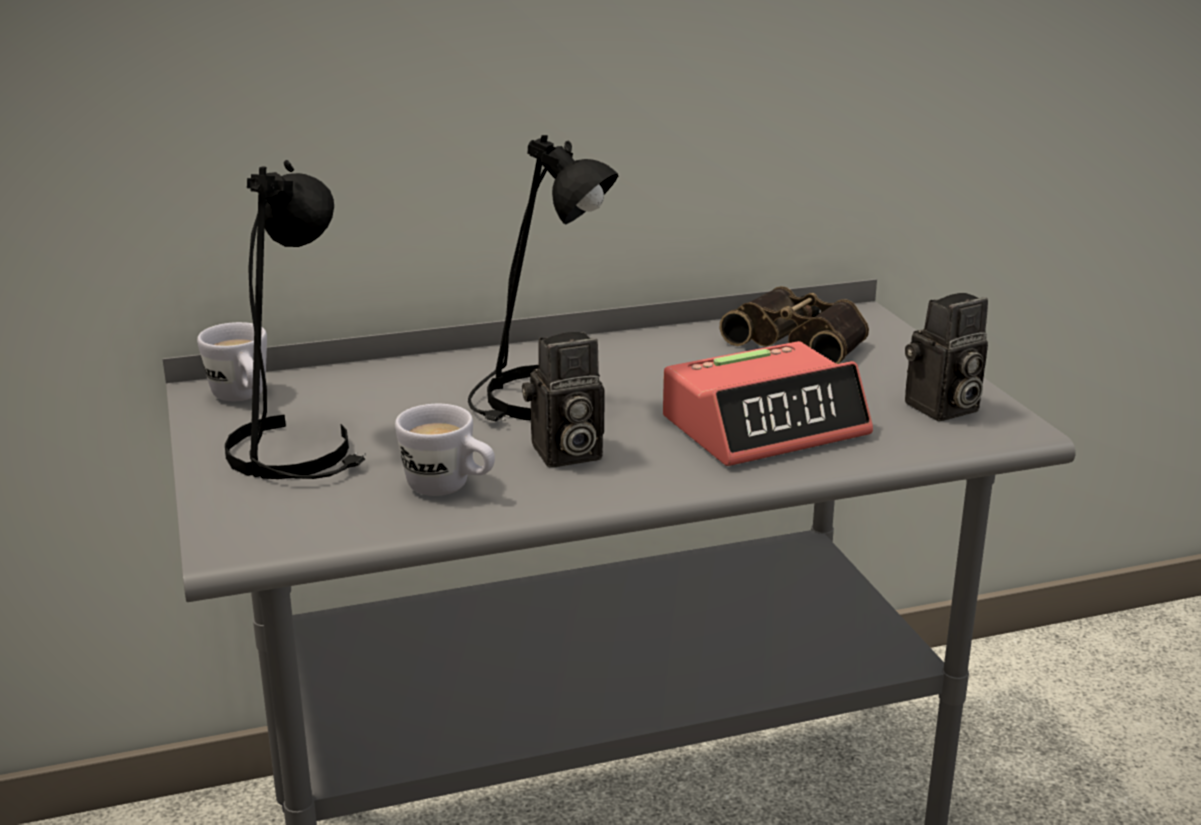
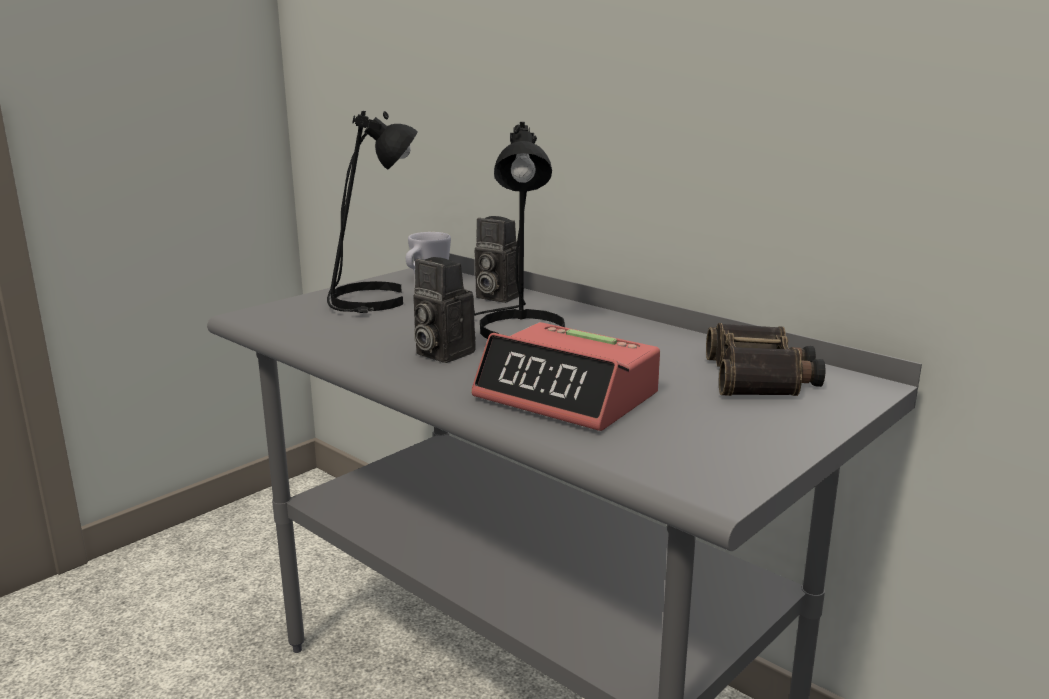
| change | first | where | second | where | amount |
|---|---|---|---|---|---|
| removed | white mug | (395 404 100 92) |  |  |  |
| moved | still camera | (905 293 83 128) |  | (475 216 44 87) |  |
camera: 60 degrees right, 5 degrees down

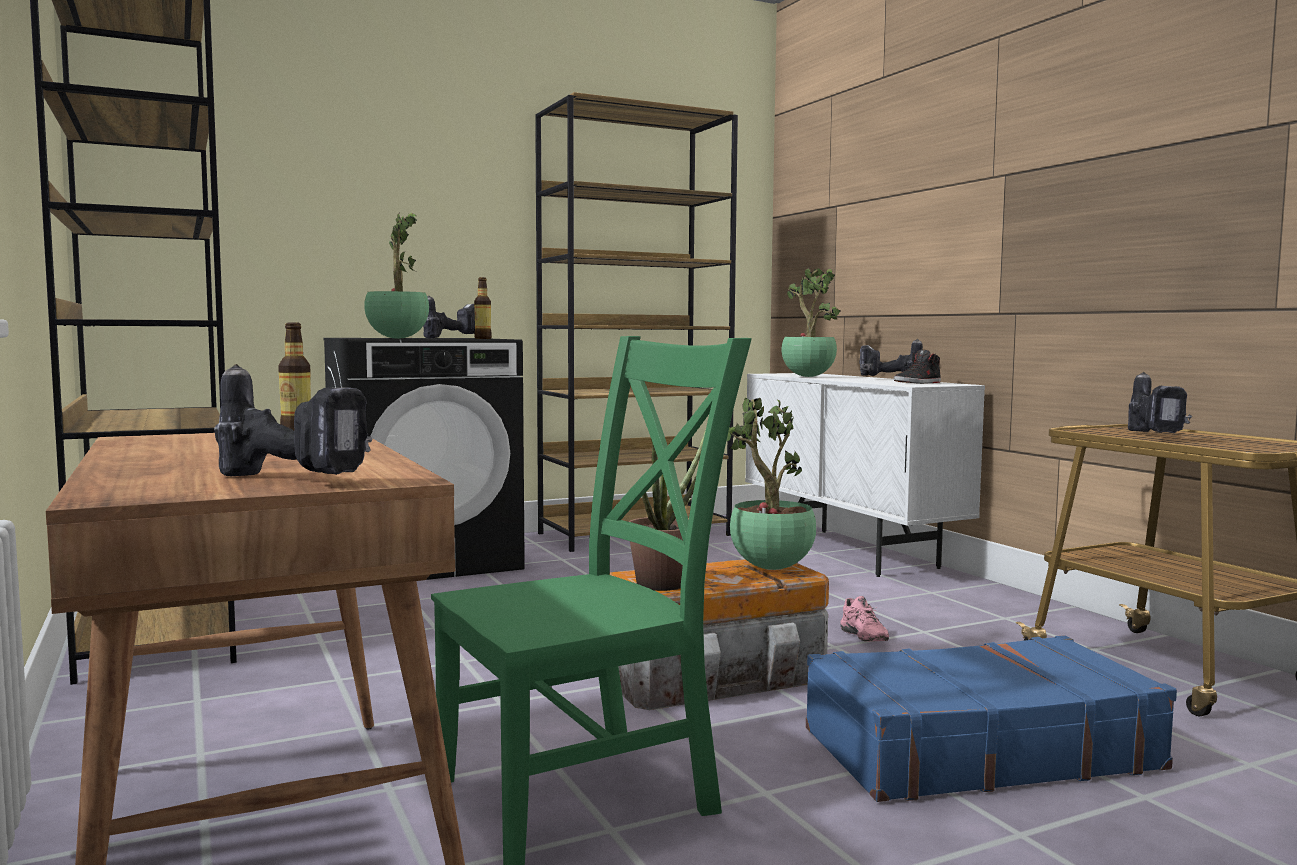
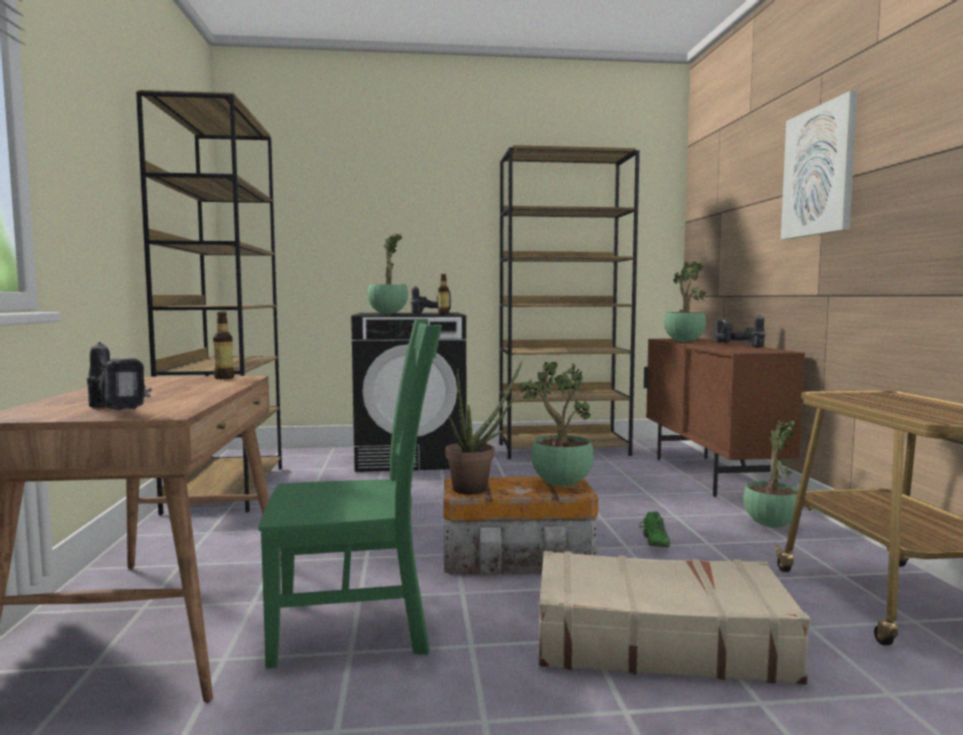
| change | first | where | second | where | amount |
|---|---|---|---|---|---|
| recoloured | white storage cabinet | (743 373 242 204) | brownish storage cabinet | (644 338 161 159) |  |
| recoloured | bluish travel case | (806 635 371 167) | beige-coloured travel case | (539 551 272 134) |  |
| recoloured | pink low shoe | (840 596 49 46) | greenish low shoe | (639 511 31 36) |  |
| removed | black-coloured low shoe | (894 349 47 35) |  |  |  |
| removed | power drill | (1128 372 64 61) |  |  |  |
| added |  |  | houseplant | (743 420 55 108) |  |
| added |  |  | picture | (781 91 77 149) |  |
camera: 20 degrees right, 0 degrees up

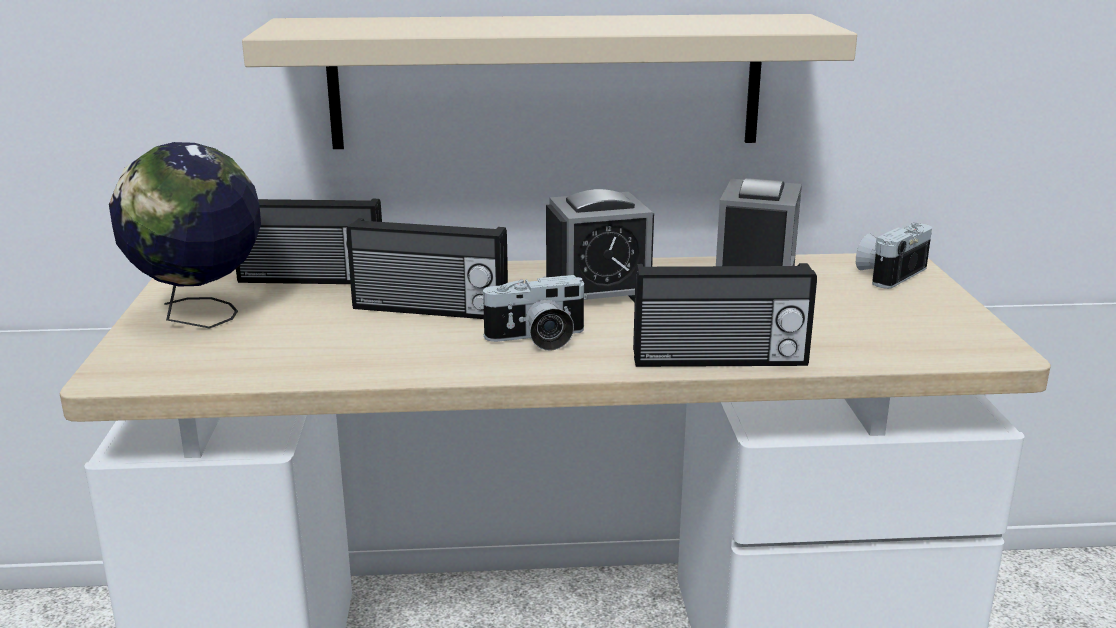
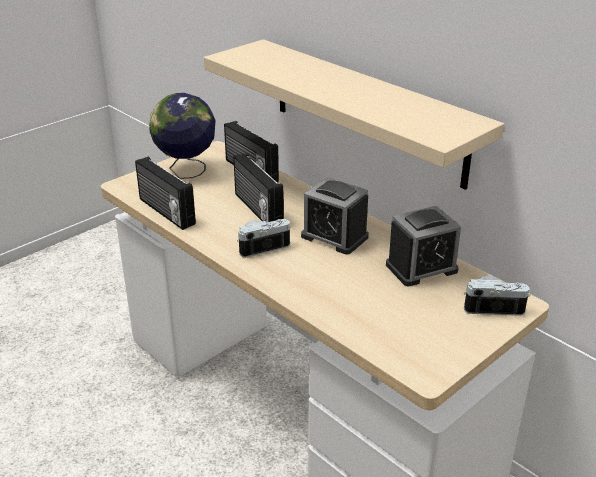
| change | first | where | second | where | amount |
|---|---|---|---|---|---|
| turned | still camera | (479 275 108 75) |  | (237 219 54 39) | 120 degrees clockwise |
| moved | radio receiver | (633 263 184 104) |  | (135 156 61 74) |  |
camera: 50 degrees right, 10 degrees up

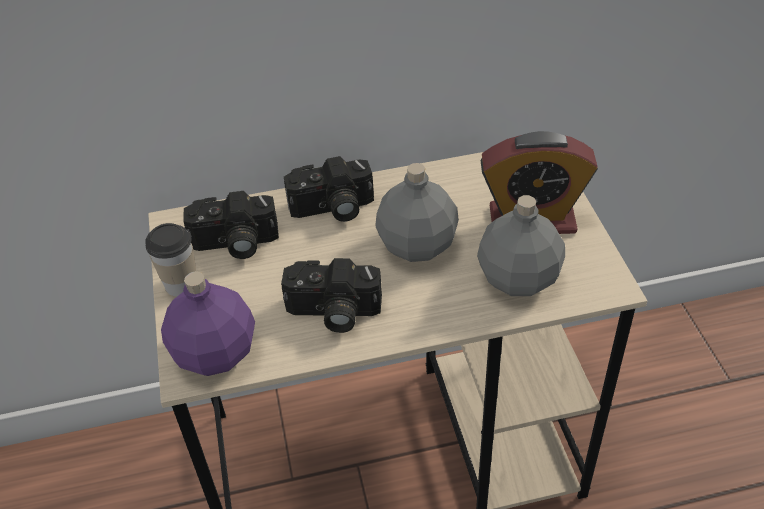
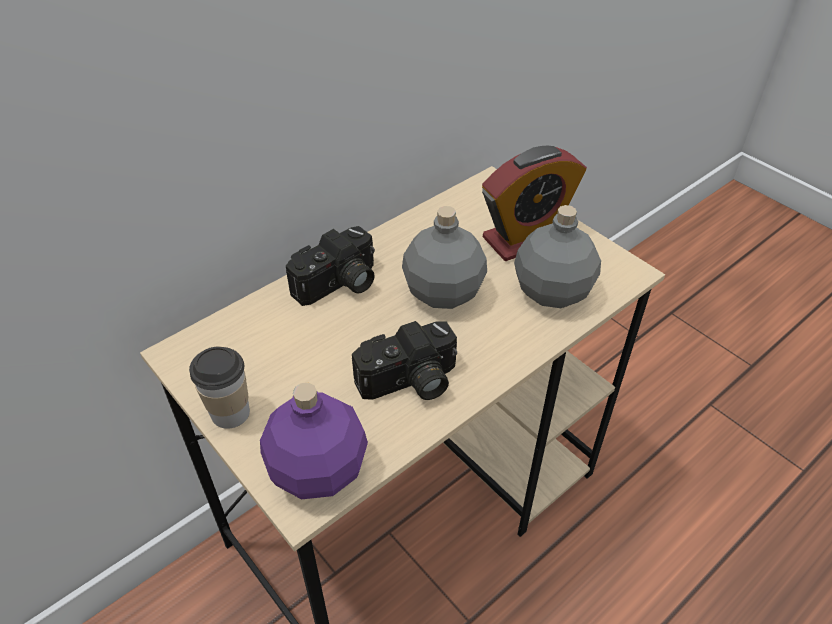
| change | first | where | second | where | amount |
|---|---|---|---|---|---|
| removed | still camera | (183 191 96 68) |  |  |  |
camera: 30 degrees left, 0 degrees up

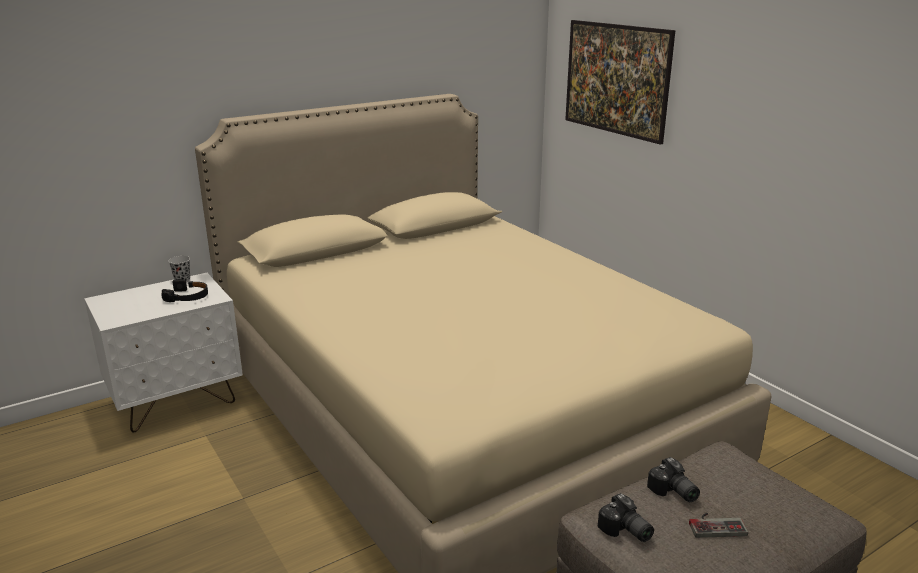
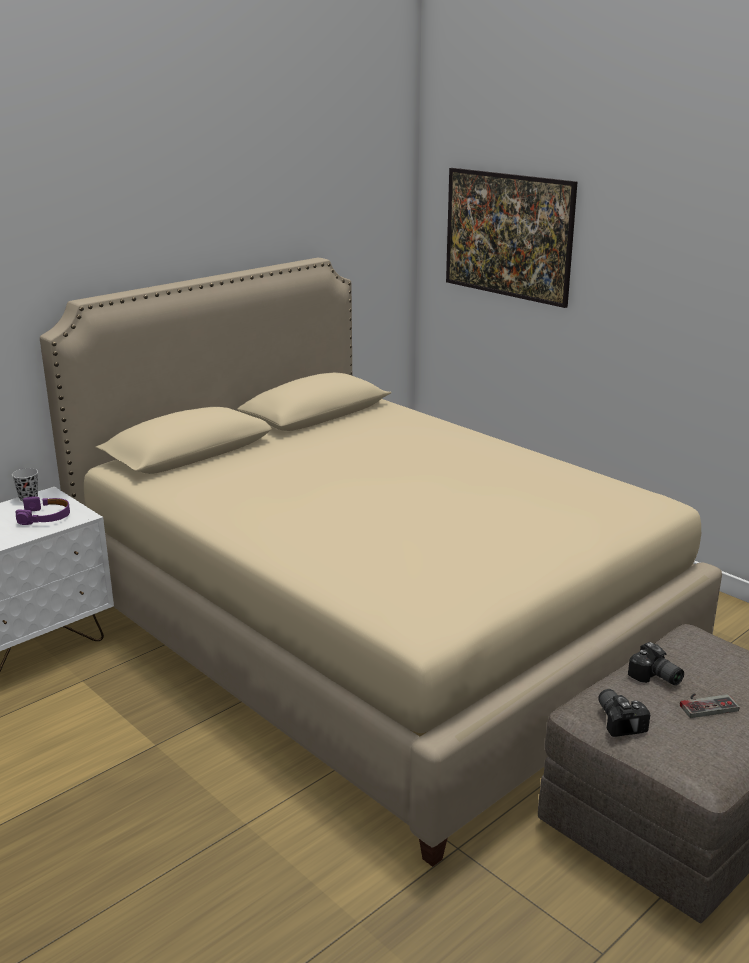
| change | first | where | second | where | amount |
|---|---|---|---|---|---|
| recoloured | black-coloured pair of headphones | (162 279 46 23) | purple pair of headphones | (15 496 55 29) |  |
| turned | still camera | (598 493 56 49) |  | (598 689 52 48) | 150 degrees counterclockwise |
camera: 10 degrees left, 0 degrees up

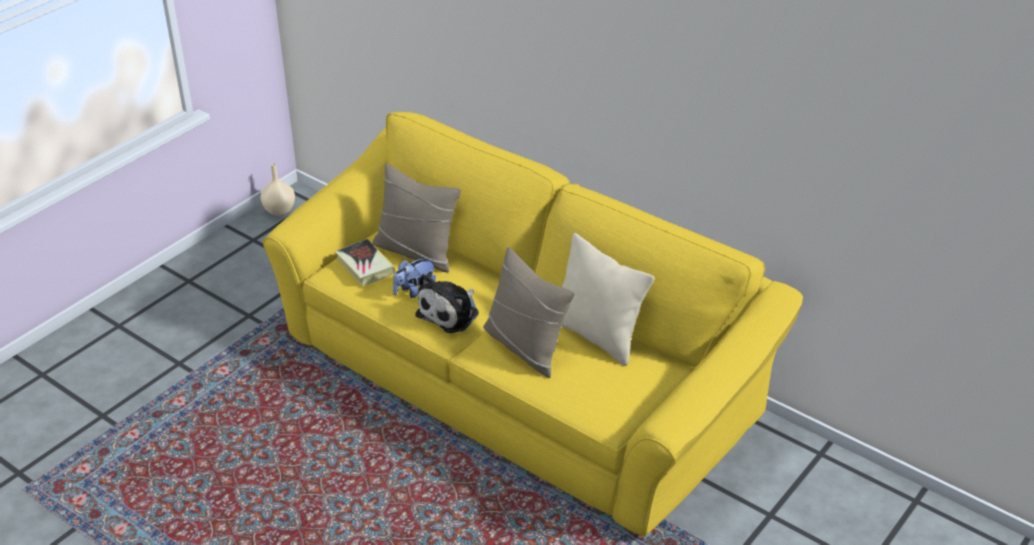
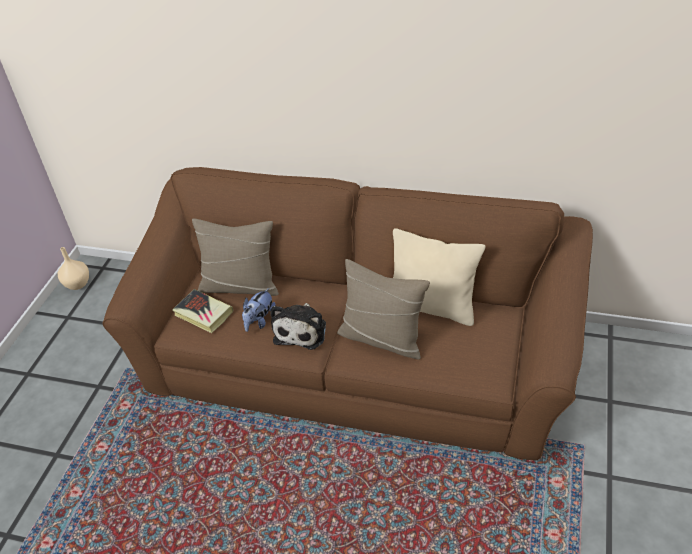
| change | first | where | second | where | amount |
|---|---|---|---|---|---|
| recoloured | yellow-coloured settee | (263 112 540 425) | brownish settee | (102 167 491 293) |  |
camera: 20 degrees left, 5 degrees up

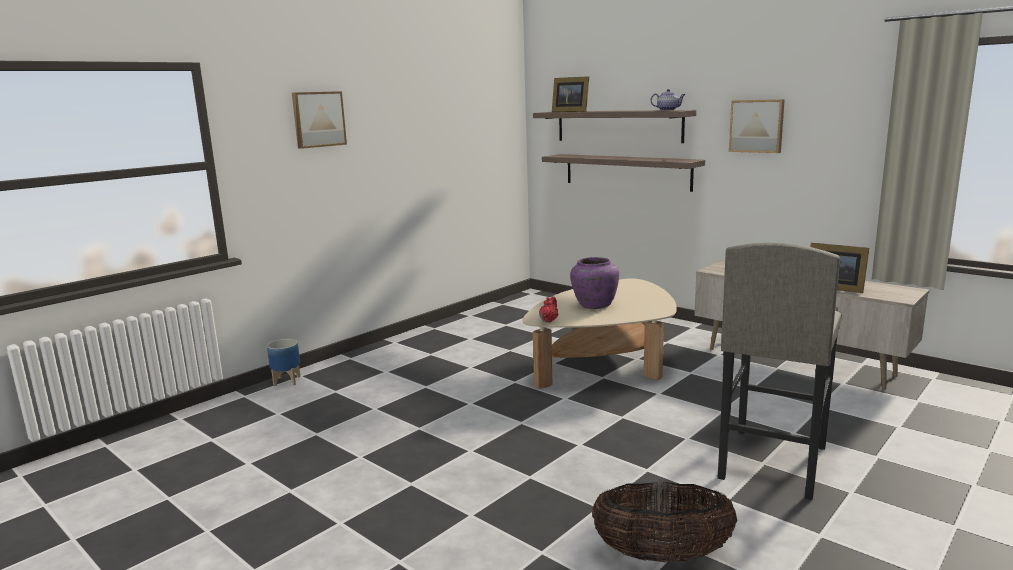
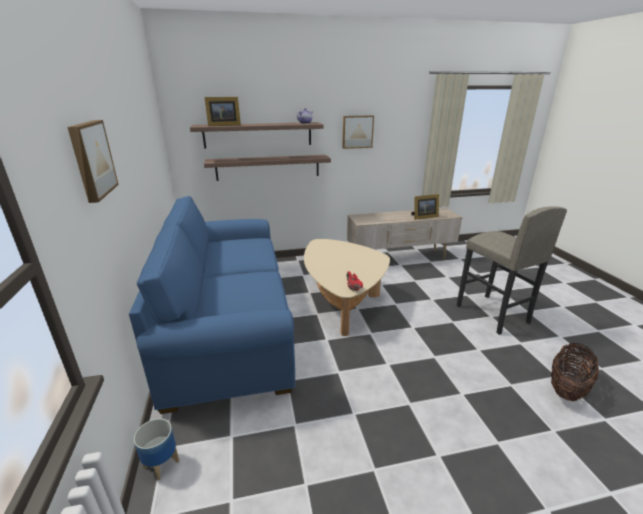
| change | first | where | second | where | amount |
|---|---|---|---|---|---|
| removed | purple vase | (570 257 49 52) |  |  |  |
| added |  |  | bluish settee | (129 196 166 218) |  |
camera: 55 degrees left, 10 degrees up

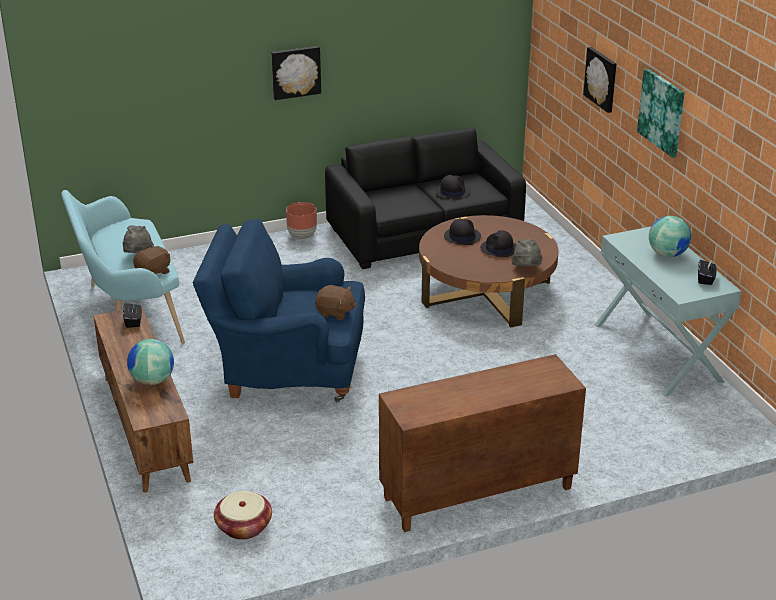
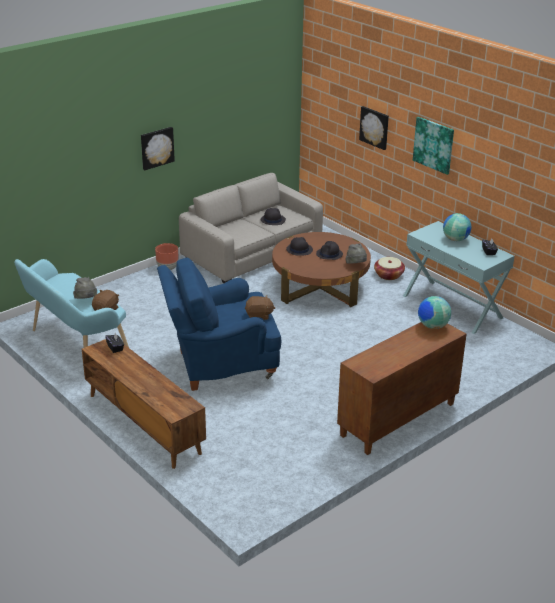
| change | first | where | second | where | amount |
|---|---|---|---|---|---|
| moved | globe | (127 339 47 46) |  | (418 296 33 33) |  |
| moved | household basket | (214 491 58 48) |  | (374 257 31 23) |  |
| recoloured | black-coloured settee | (325 128 201 141) | beige-coloured settee | (179 173 144 110) |  |
camera: 20 degrees left, 0 degrees up

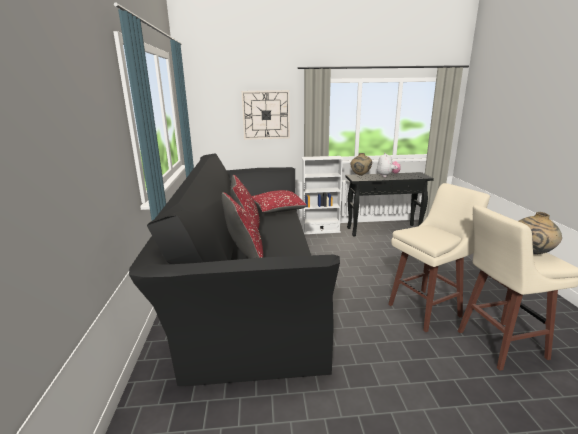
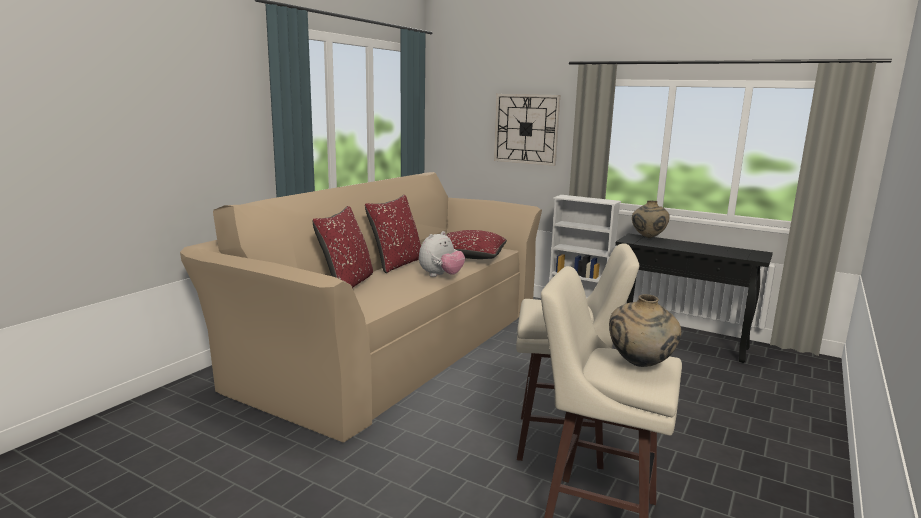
| change | first | where | second | where | amount |
|---|---|---|---|---|---|
| recoloured | black-coloured settee | (129 153 211 233) | beige-coloured settee | (180 172 362 271) |  |
| moved | soft toy | (377 153 24 24) |  | (419 231 46 46) |  |
camera: 35 degrees right, 5 degrees down

